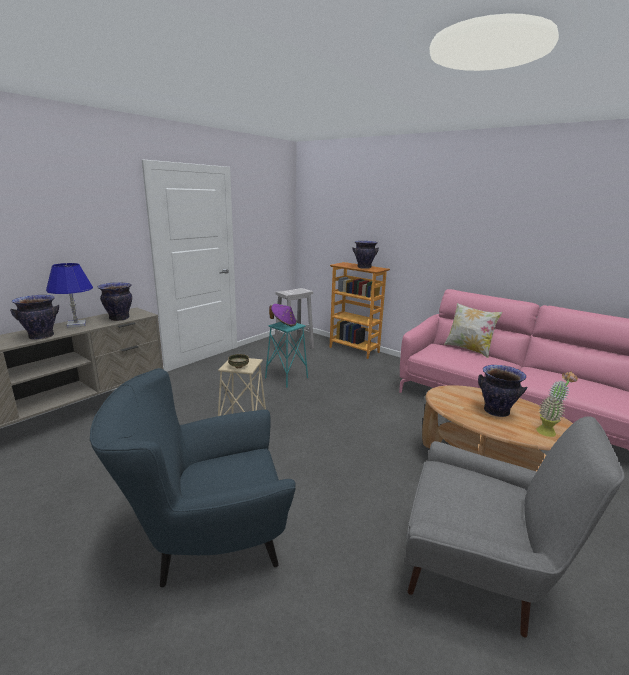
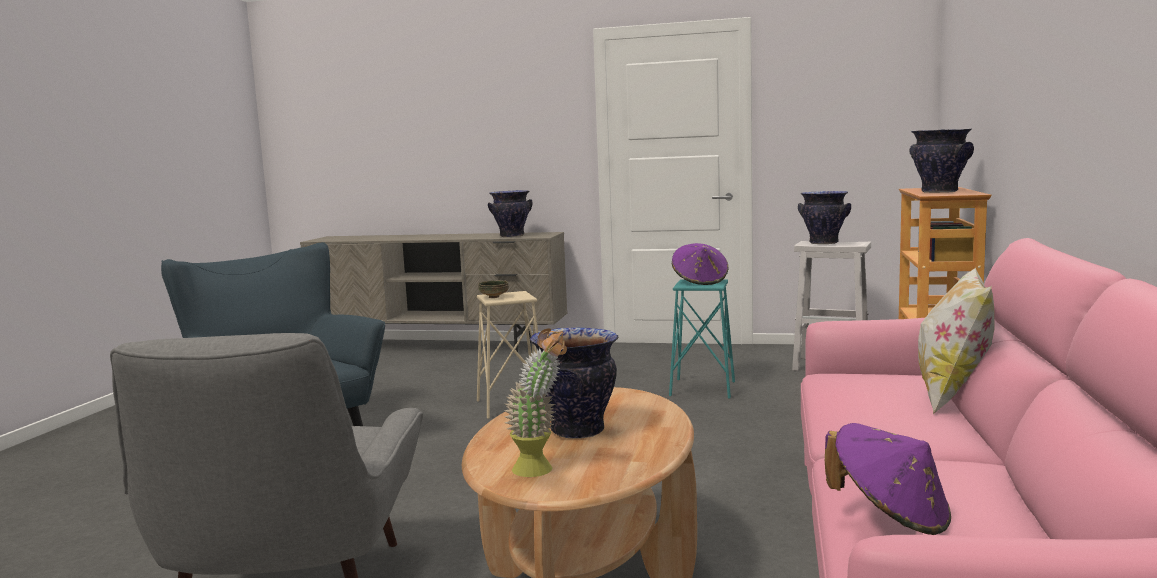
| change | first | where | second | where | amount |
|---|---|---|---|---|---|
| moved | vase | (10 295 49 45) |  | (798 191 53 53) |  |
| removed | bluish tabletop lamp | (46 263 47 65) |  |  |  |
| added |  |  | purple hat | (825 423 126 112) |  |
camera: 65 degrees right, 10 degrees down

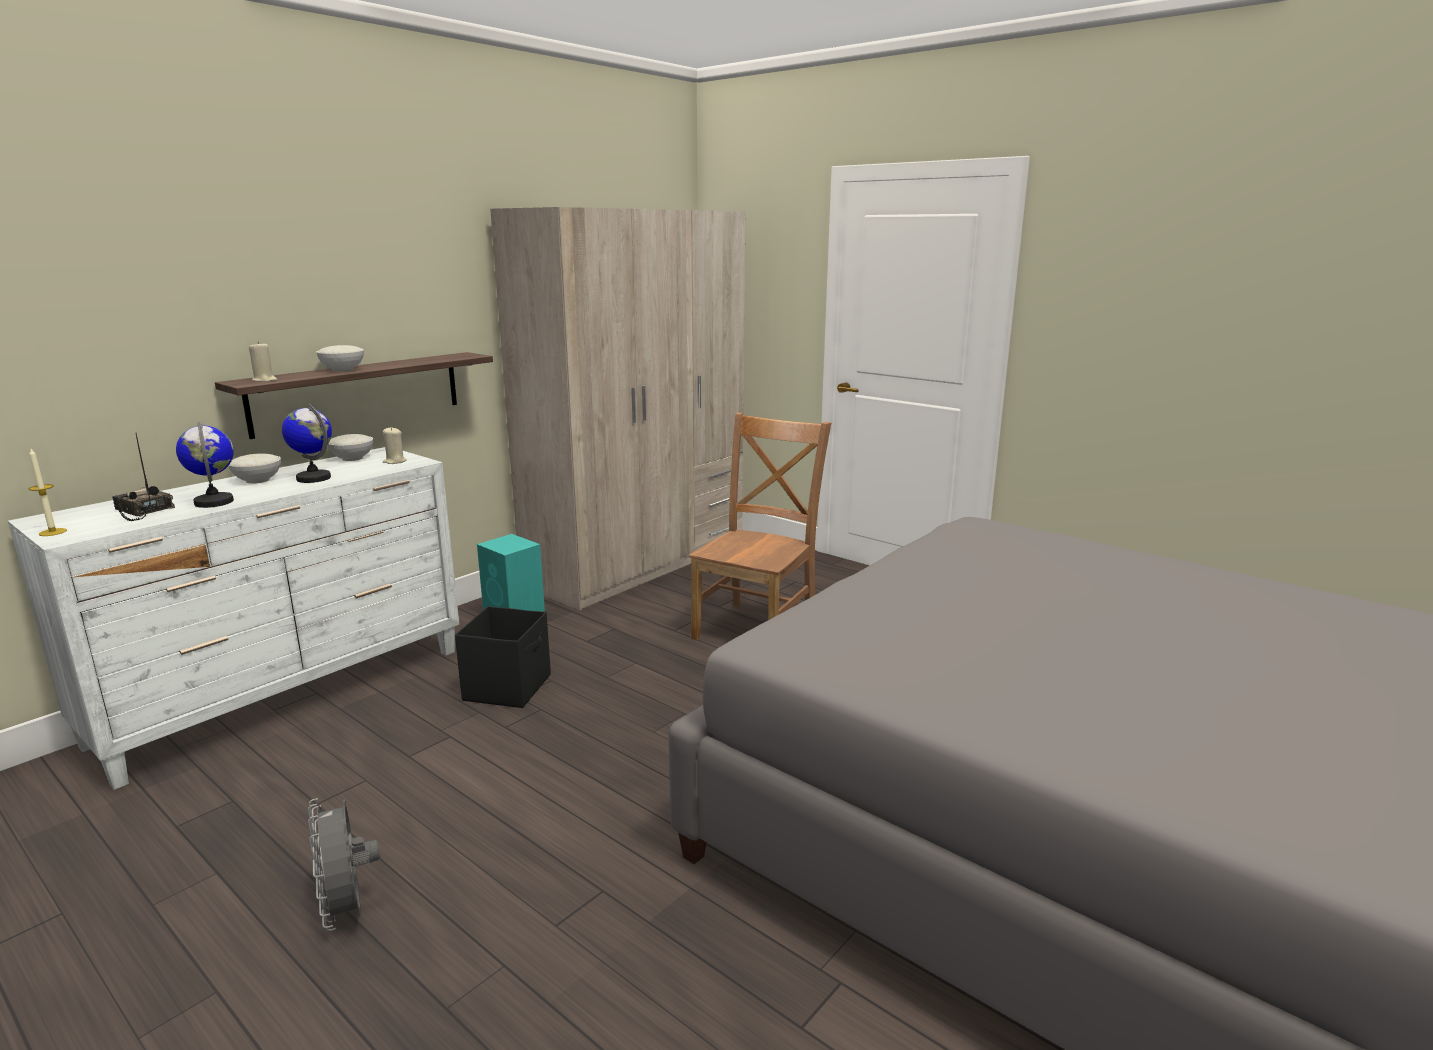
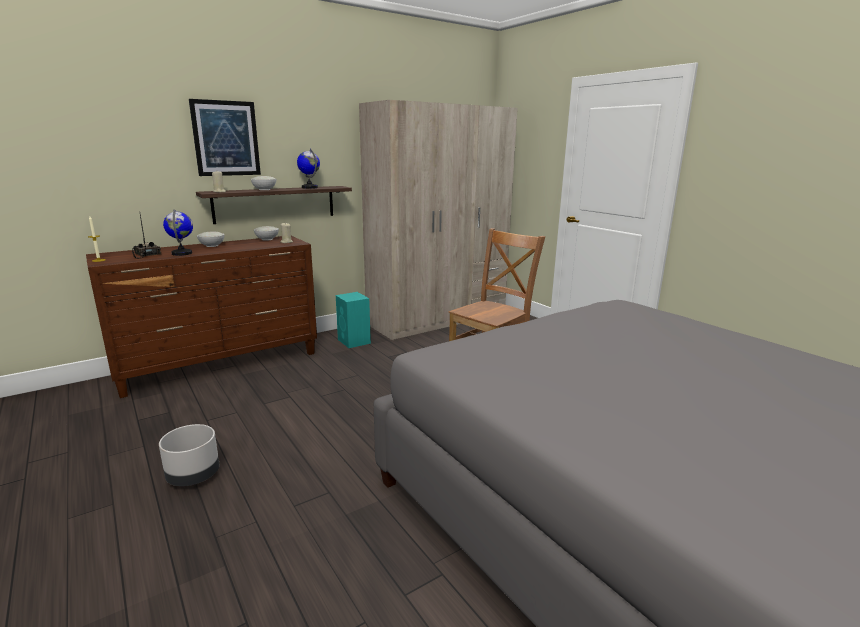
| change | first | where | second | where | amount |
|---|---|---|---|---|---|
| recoloured | white drawer chest | (8 447 451 343) | brownish drawer chest | (86 236 231 162) |  |
| moved | globe | (282 404 50 79) |  | (297 148 23 41) |  |
| replaced | greyish electric fan | (308 798 72 133) | greyish planter | (159 424 60 62) |  |
| removed | black-coloured storage bin | (455 606 96 102) |  |  |  |
| added |  |  | picture | (189 99 72 77) |  |
camera: 15 degrees right, 0 degrees up

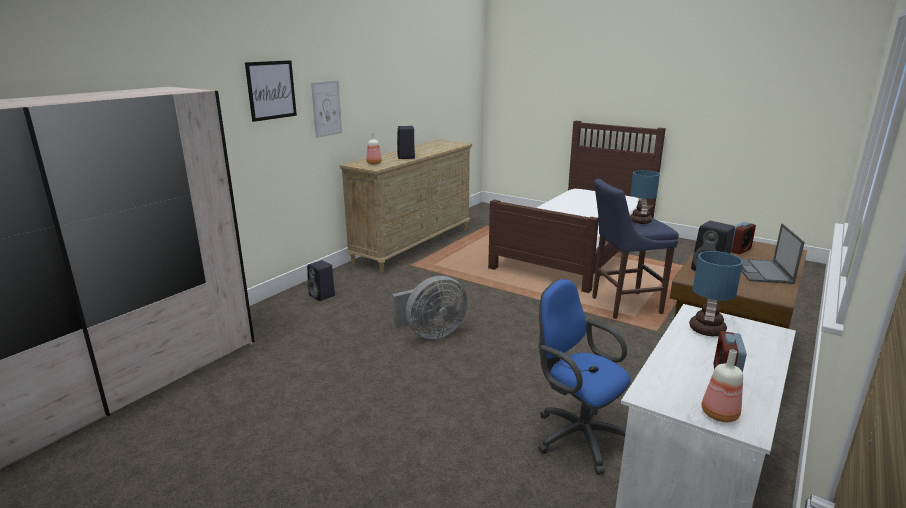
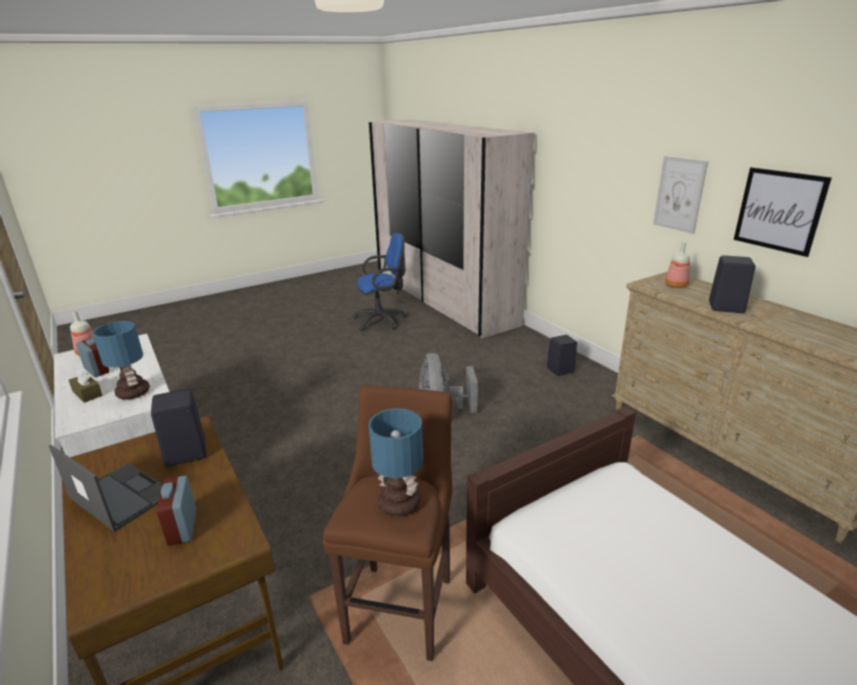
| change | first | where | second | where | amount |
|---|---|---|---|---|---|
| moved | picture | (245 60 52 62) |  | (734 167 98 90) |  |
| moved | bluish office chair | (538 279 93 196) |  | (353 233 54 98) |  |
| recoloured | bluish stool seat | (592 179 87 140) | brownish stool seat | (323 385 129 276) |  |
| added |  |  | brownish box of tissues | (69 369 34 34) |  |
camera: 115 degrees right, 5 degrees up

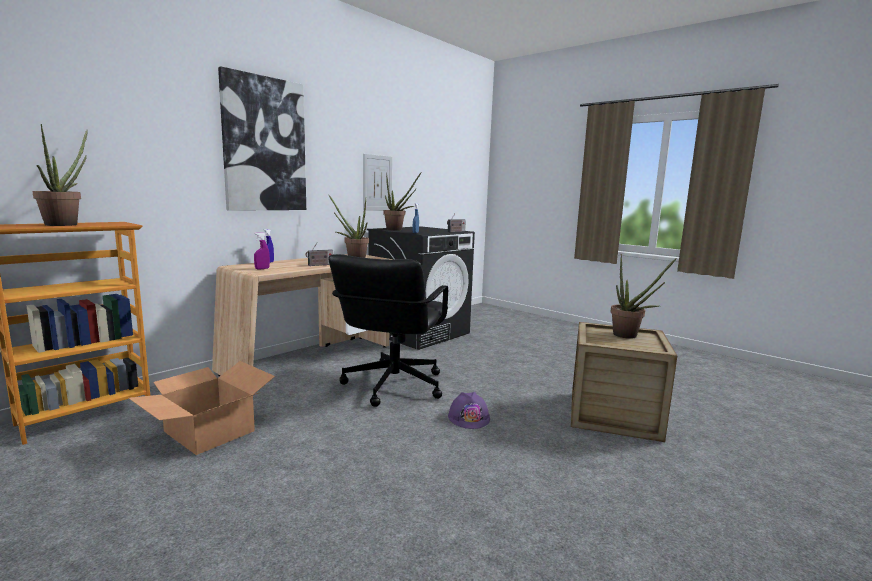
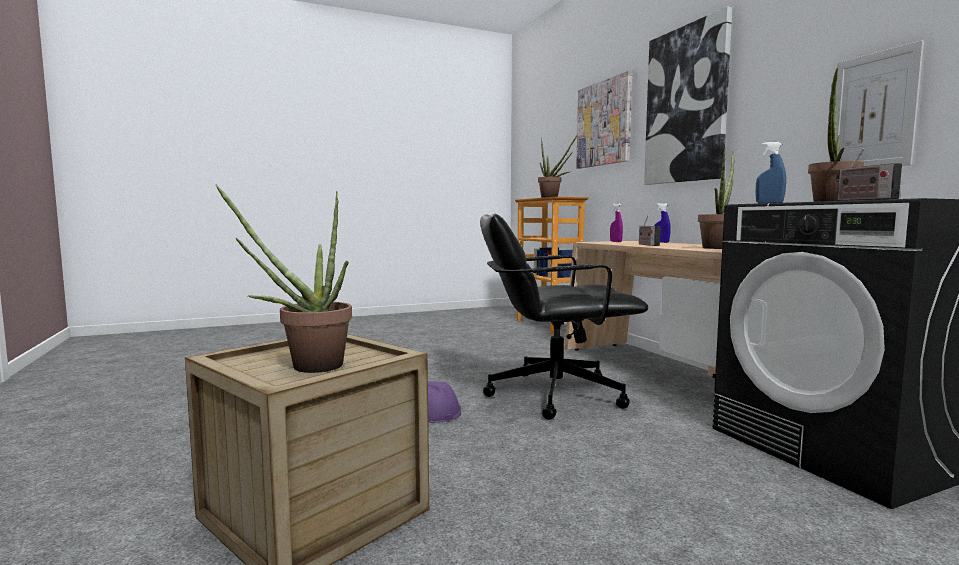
| change | first | where | second | where | amount |
|---|---|---|---|---|---|
| removed | carton | (129 361 146 94) |  |  |  |
| turned | black-coloured office chair | (328 254 120 153) |  | (480 214 168 206) | 45 degrees counterclockwise |
| added |  |  | picture | (576 70 57 99) |  |
camera: 115 degrees right, 5 degrees down

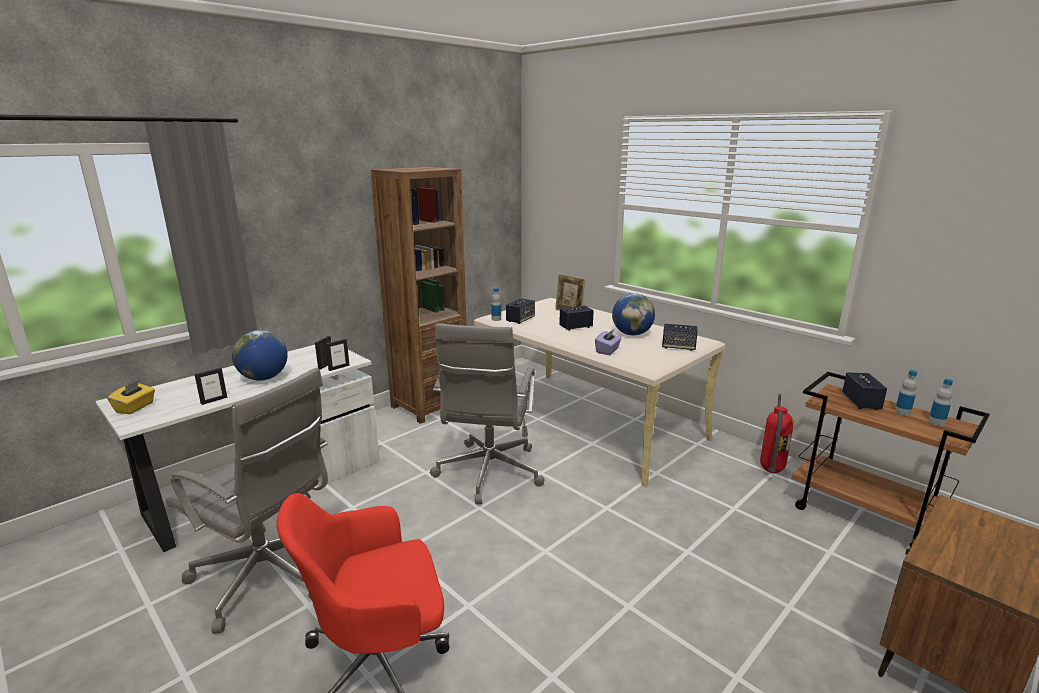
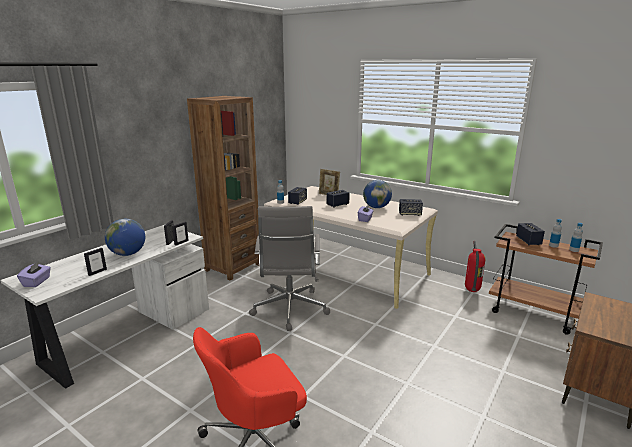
| change | first | where | second | where | amount |
|---|---|---|---|---|---|
| recoloured | yellow-coloured box of tissues | (107 380 48 34) | purple box of tissues | (17 262 34 25) |  |
| removed | greyish office chair | (166 368 162 266) |  |  |  |
camera: 10 degrees left, 0 degrees up

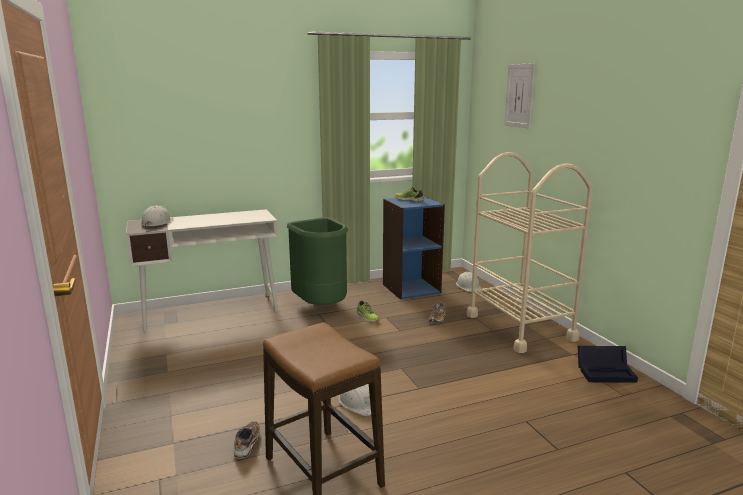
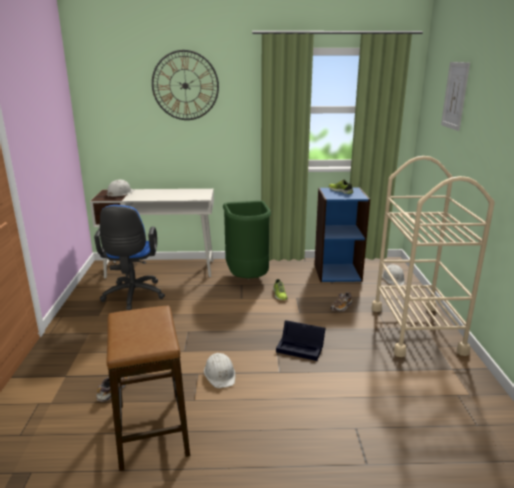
| change | first | where | second | where | amount |
|---|---|---|---|---|---|
| moved | black-coloured storage bin | (578 346 60 37) |  | (276 320 50 41) |  |
| added |  |  | bluish office chair | (94 205 71 105) |  |
| added |  |  | wall clock | (152 50 67 70) |  |
camera: 20 degrees right, 5 degrees up

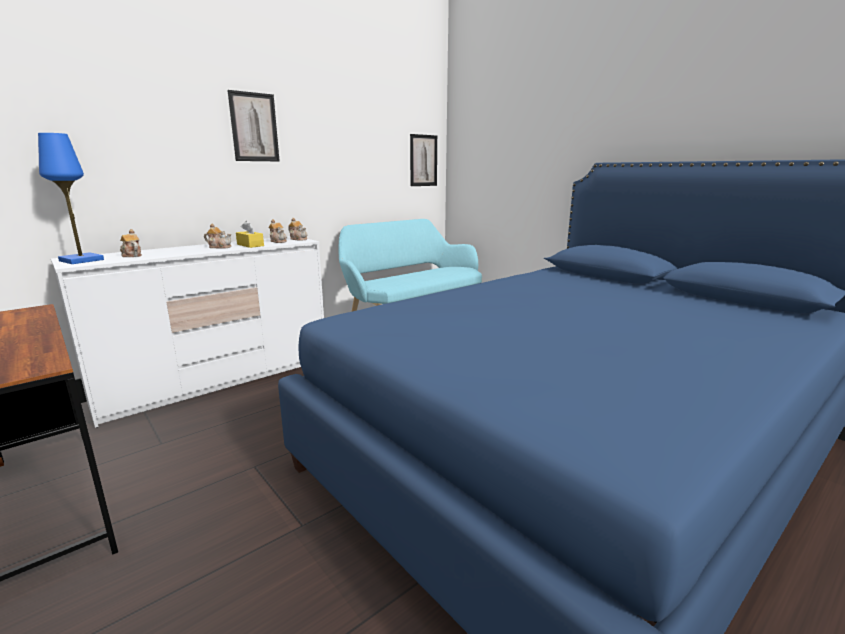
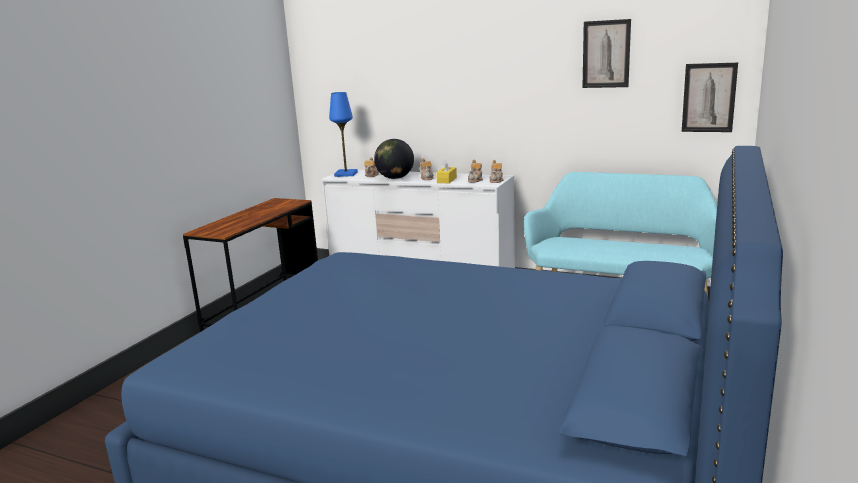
| change | first | where | second | where | amount |
|---|---|---|---|---|---|
| moved | picture | (227 90 53 71) |  | (582 19 49 69) |  |
| added |  |  | globe | (374 139 40 40) |  |
camera: 65 degrees right, 0 degrees up

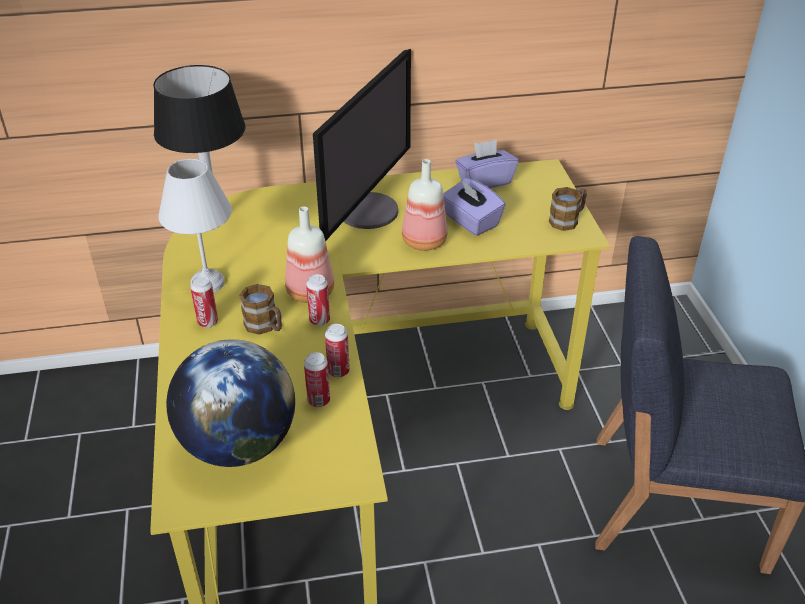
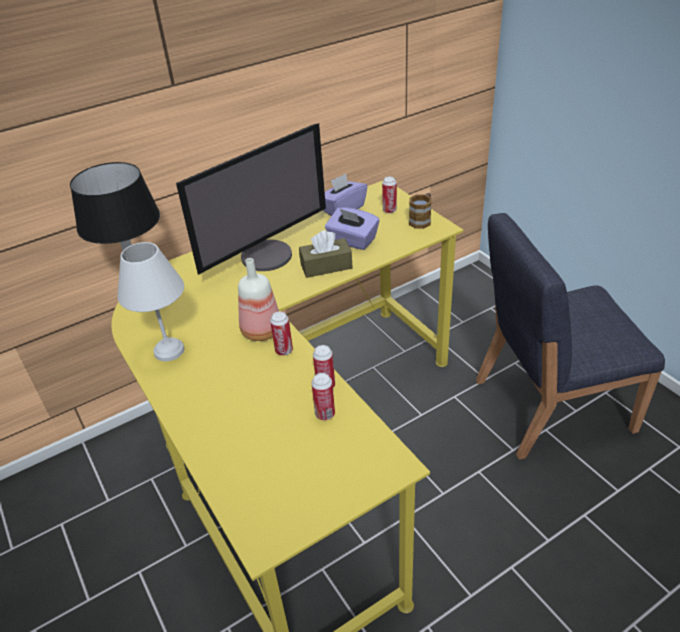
| change | first | where | second | where | amount |
|---|---|---|---|---|---|
| removed | globe | (166 339 129 128) |  |  |  |
| moved | sealed can | (190 276 28 52) |  | (382 177 15 36) |  |
| removed | mug | (239 284 43 51) |  |  |  |
| turned | computer screen | (313 49 98 192) |  | (176 123 150 152) | 45 degrees clockwise |
| replaced | bottle | (402 159 45 92) | brownish box of tissues | (299 230 54 48) |  |
camera: 20 degrees left, 0 degrees up

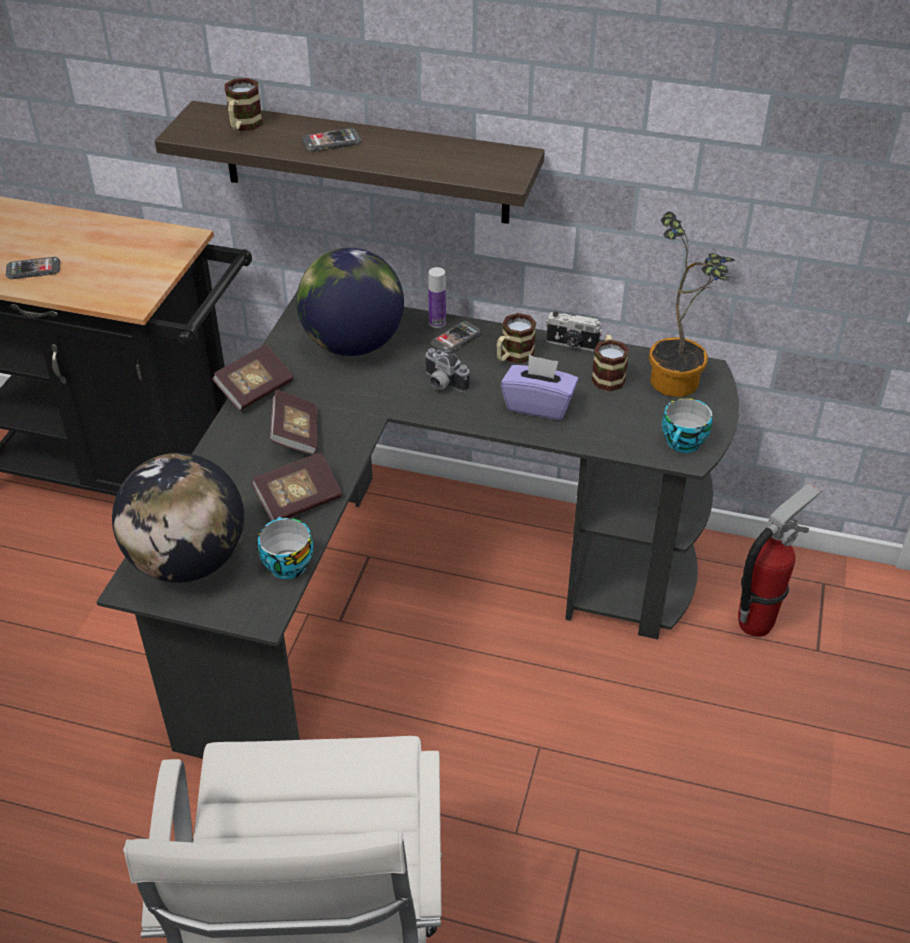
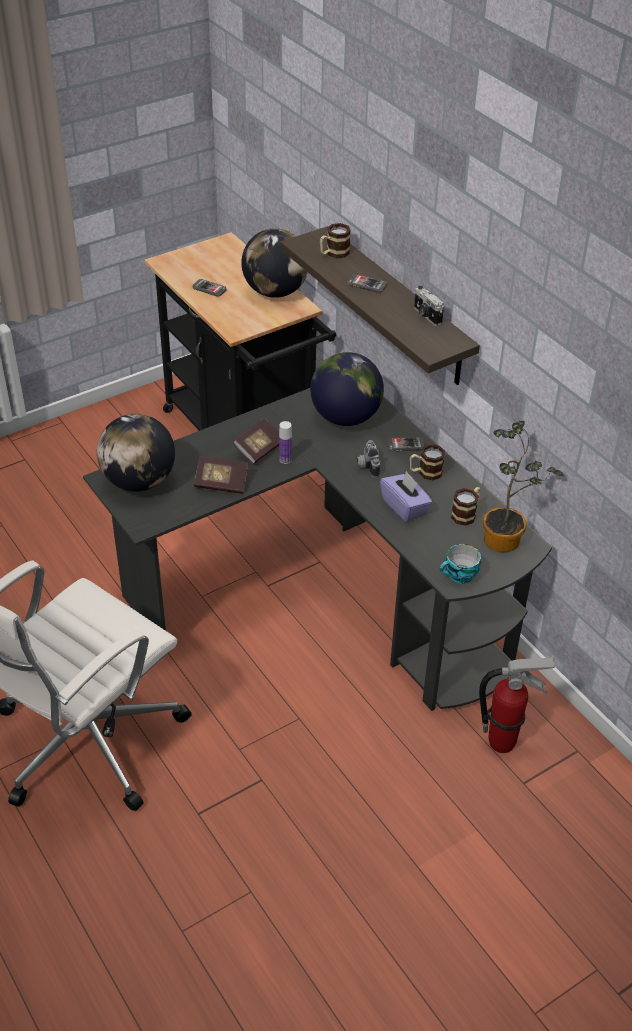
| change | first | where | second | where | amount |
|---|---|---|---|---|---|
| removed | book | (212 344 81 67) |  |  |  |
| removed | cup | (258 517 55 62) |  |  |  |
| moved | bottle | (428 267 18 61) |  | (279 421 13 43) |  |
| moved | still camera | (546 311 56 40) |  | (414 286 30 40) |  |
| added |  |  | globe | (241 228 67 70) |  |
camera: 40 degrees right, 0 degrees up

